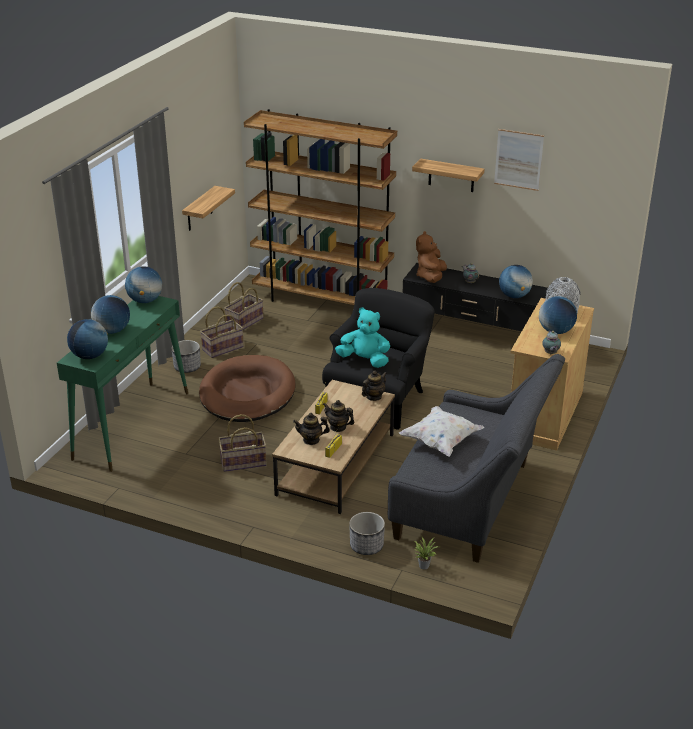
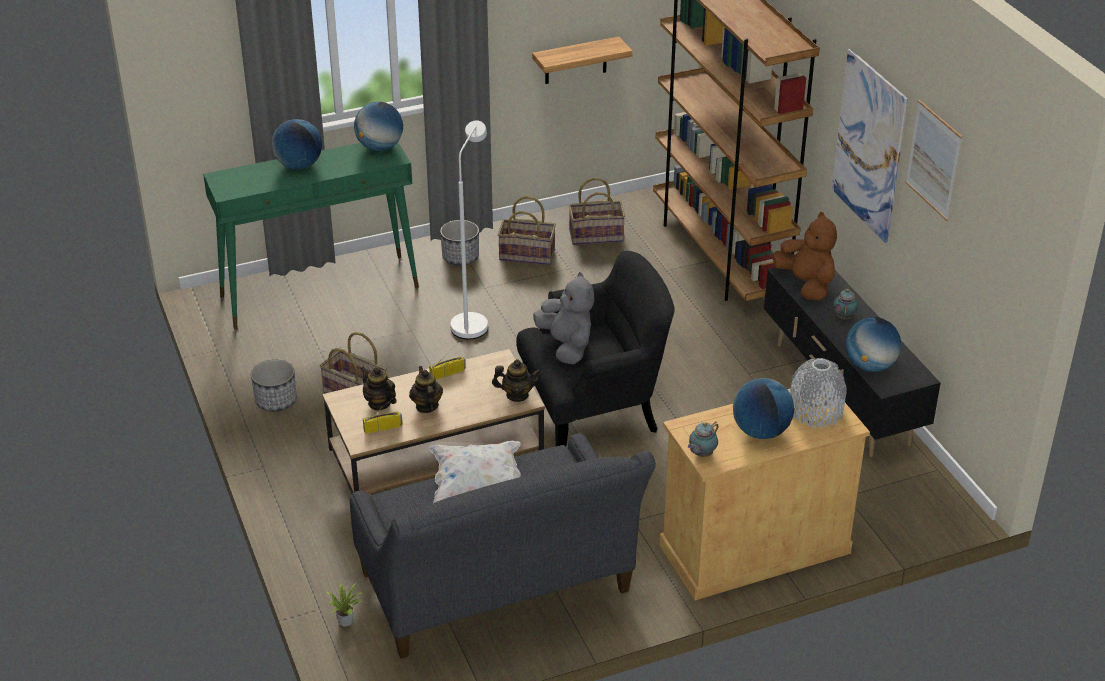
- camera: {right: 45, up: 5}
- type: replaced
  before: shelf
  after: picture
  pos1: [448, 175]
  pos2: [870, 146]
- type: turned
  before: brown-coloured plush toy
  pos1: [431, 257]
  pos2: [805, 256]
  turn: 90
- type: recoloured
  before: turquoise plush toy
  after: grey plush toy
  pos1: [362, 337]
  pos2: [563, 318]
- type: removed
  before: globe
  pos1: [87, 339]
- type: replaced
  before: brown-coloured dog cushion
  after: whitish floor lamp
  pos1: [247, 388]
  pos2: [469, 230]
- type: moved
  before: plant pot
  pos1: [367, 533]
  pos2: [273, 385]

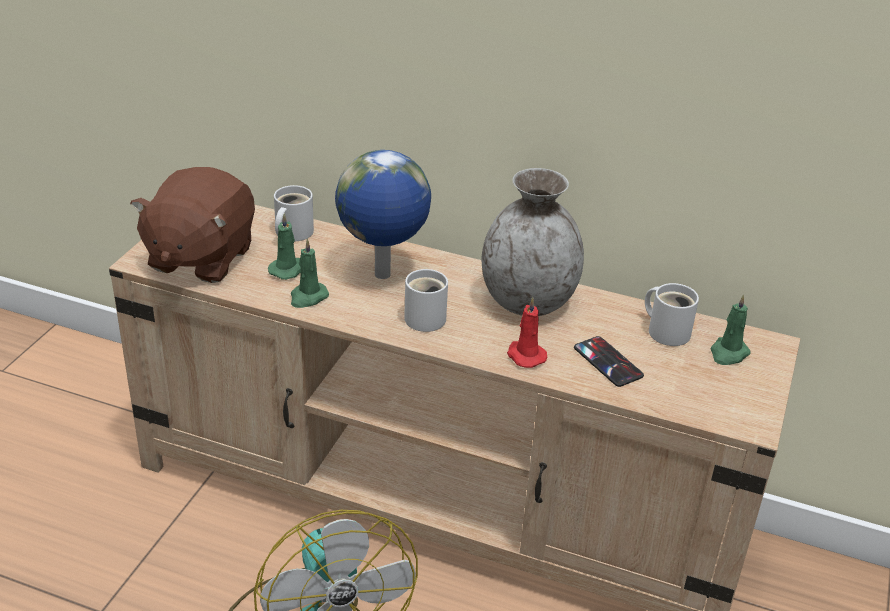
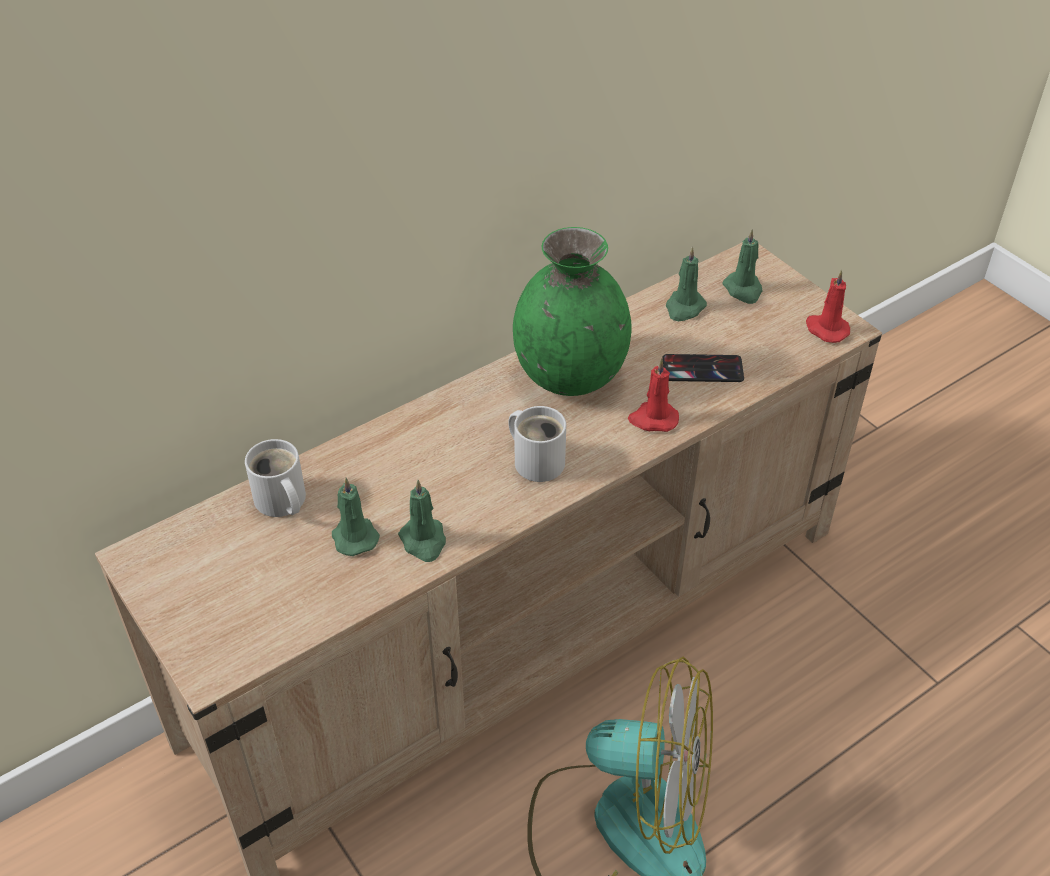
- camera: {right: -55, up: 10}
- type: removed
  before: globe
  pos1: [383, 214]
- type: removed
  before: brown-coloured plush toy
  pos1: [192, 225]
- type: recoloured
  before: grey flower vase
  after: greenish flower vase
  pos1: [533, 242]
  pos2: [572, 311]
- type: replaced
  before: whitish coffee mug
  after: greenish candle
  pos1: [672, 314]
  pos2: [686, 284]
- type: added
  after: red-coloured candle
  pos2: [828, 306]

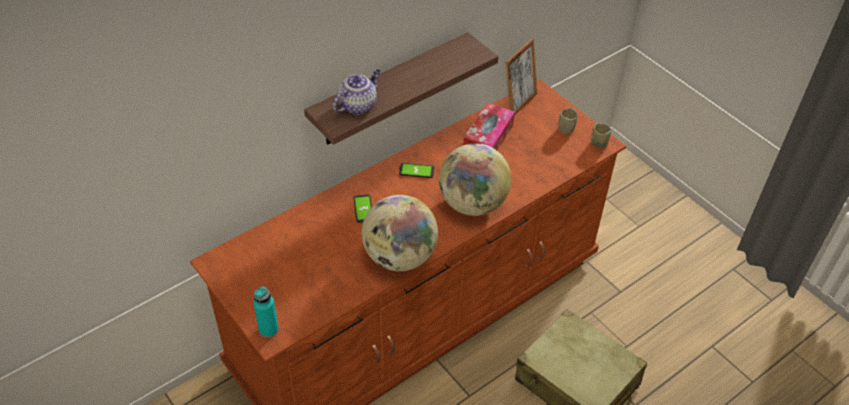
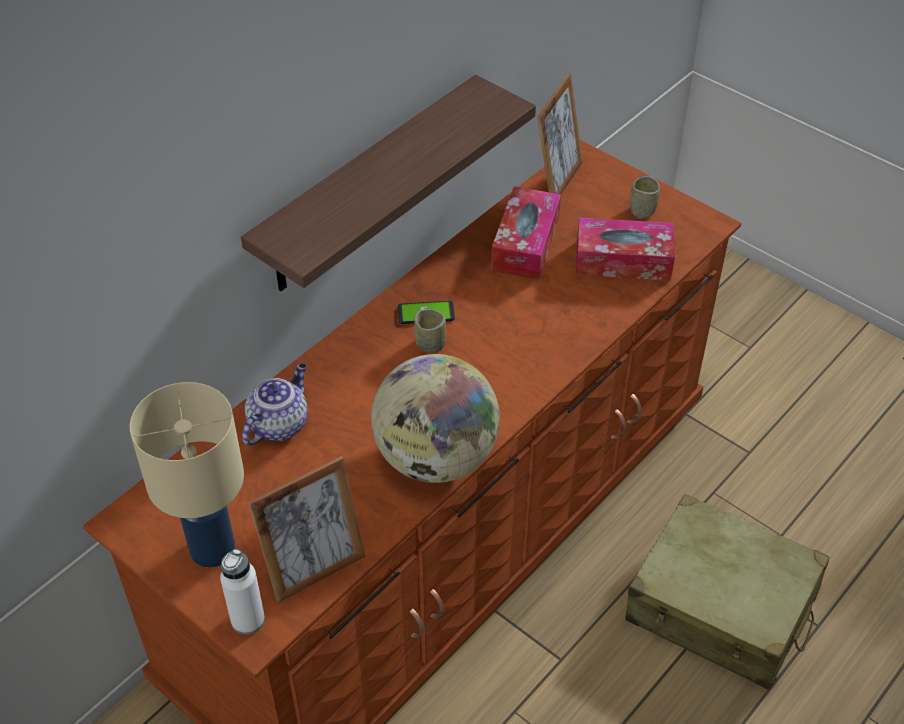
- camera: {right: -10, up: 0}
- type: moved
  before: tea pot
  pos1: [356, 92]
  pos2: [274, 404]
- type: moved
  before: drinking cup
  pos1: [601, 136]
  pos2: [430, 331]
- type: removed
  before: globe
  pos1: [475, 179]
- type: removed
  before: phone
  pos1: [362, 209]
- type: recoloured
  before: turquoise drink bottle
  after: whitish drink bottle
  pos1: [266, 312]
  pos2: [242, 592]
- type: added
  after: box of tissues
  pos2: [625, 249]
- type: added
  after: beige table lamp
  pos2: [187, 475]
- type: added
  after: picture frame
  pos2: [306, 529]

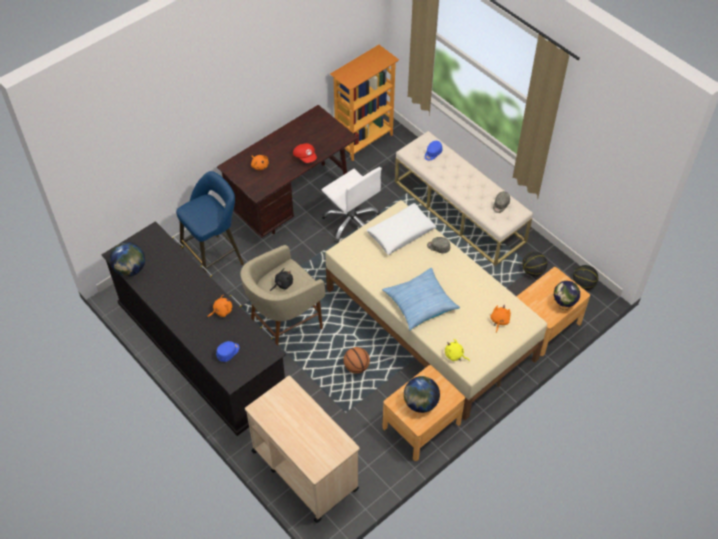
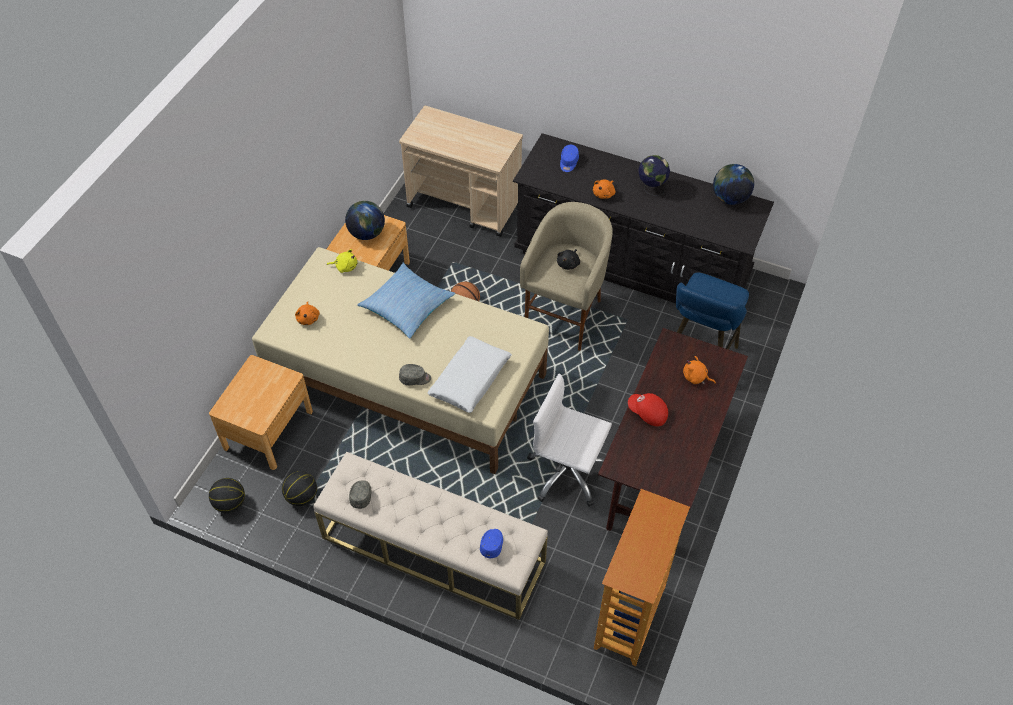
- camera: {right: 155, up: 0}
- type: moved
  before: globe
  pos1: [567, 295]
  pos2: [654, 175]

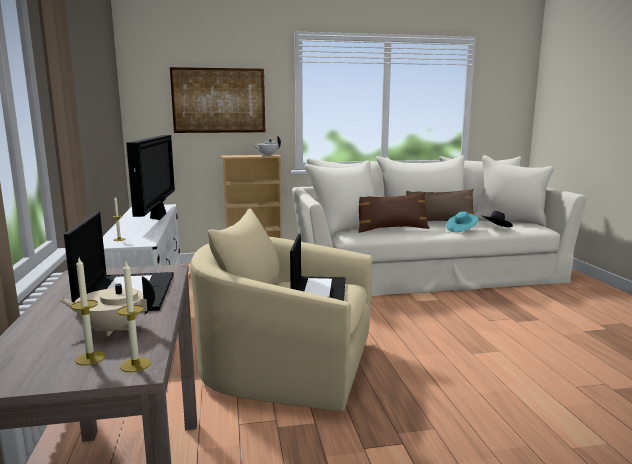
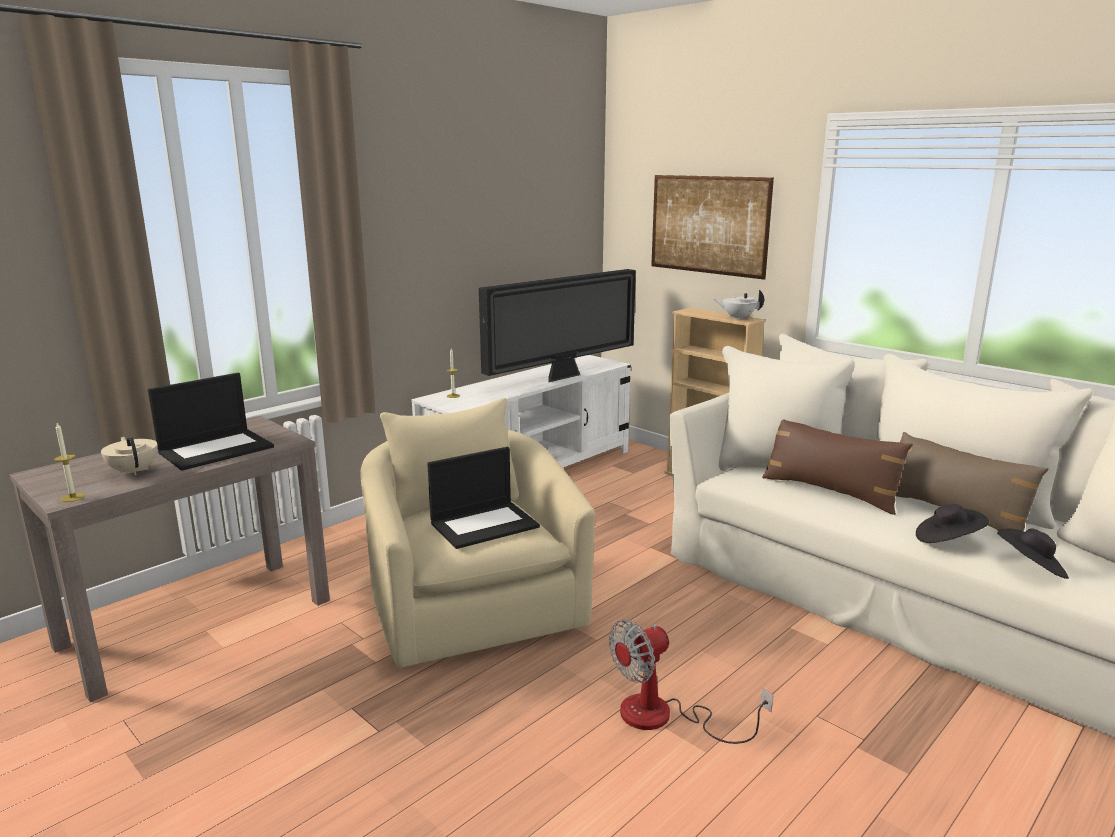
- camera: {right: 55, up: 5}
- type: recoloured
  before: turquoise hat
  after: black-coloured hat
  pos1: [462, 221]
  pos2: [952, 523]
- type: removed
  before: candle
  pos1: [88, 311]
- type: added
  after: fan
  pos2: [691, 681]

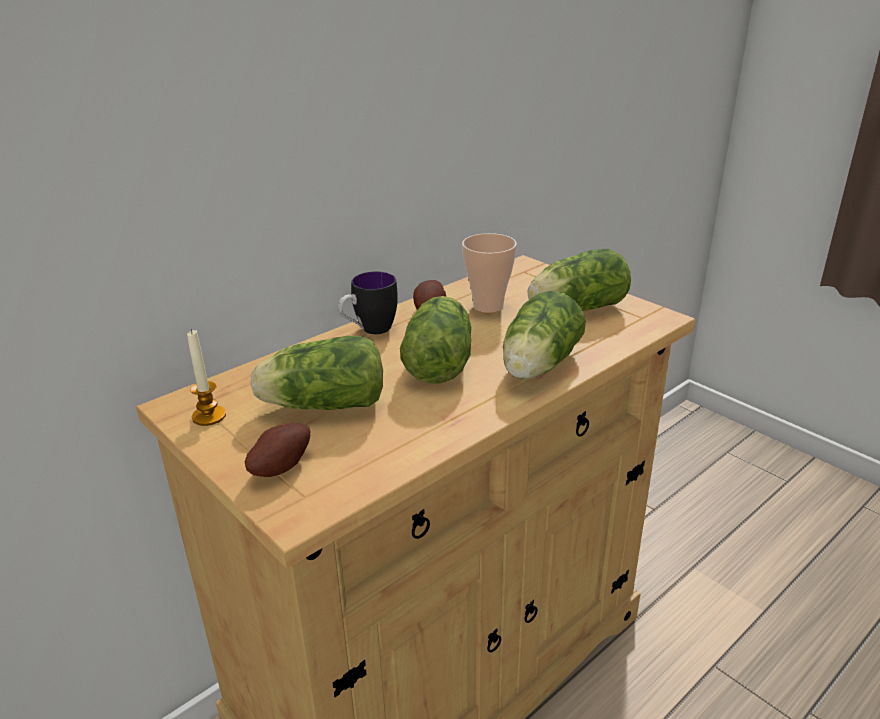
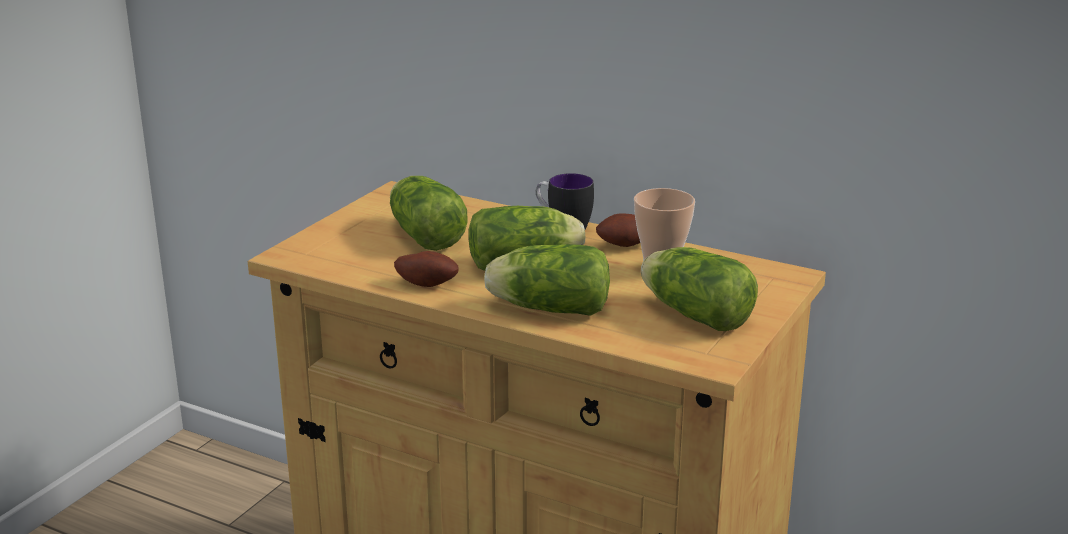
- camera: {right: 70, up: -5}
- type: removed
  before: candle
  pos1: [206, 377]
- type: moved
  before: whole potato
  pos1: [277, 450]
  pos2: [426, 269]

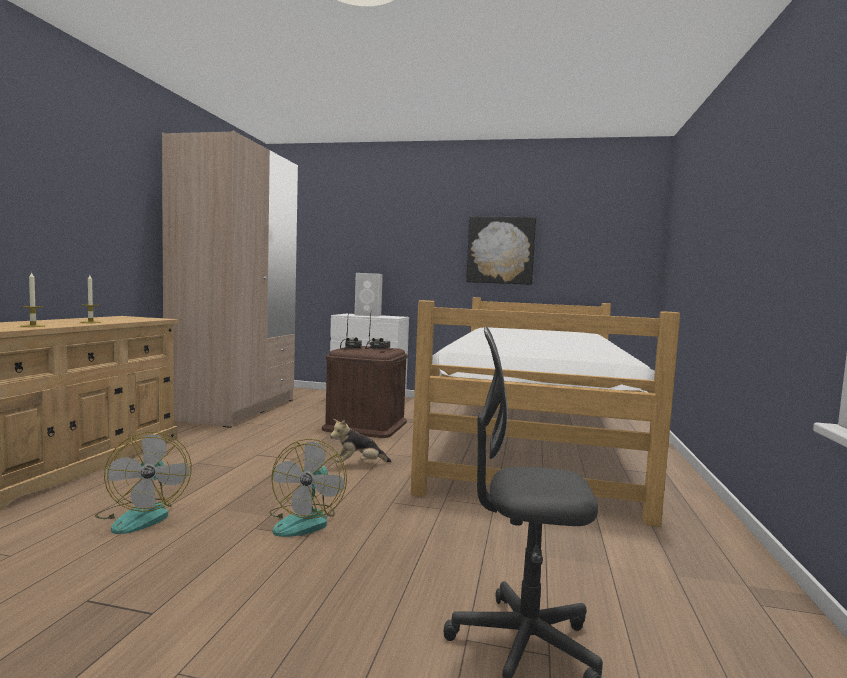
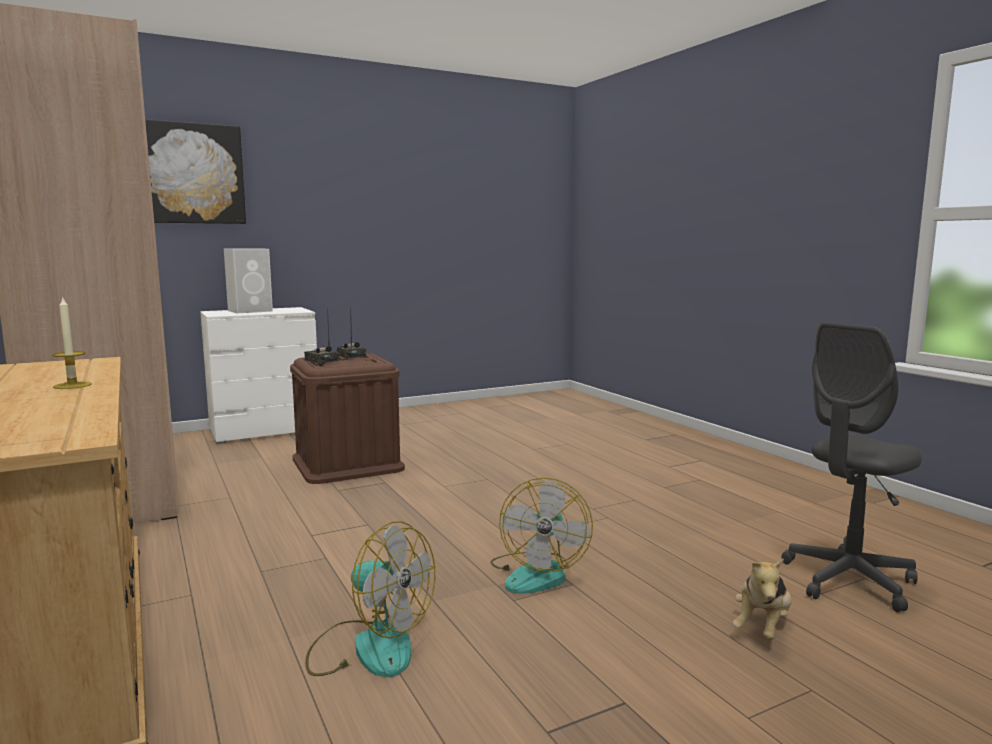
- camera: {right: -40, up: 5}
- type: moved
  before: picture
  pos1: [501, 250]
  pos2: [195, 171]
- type: removed
  before: candle
  pos1: [33, 299]
- type: removed
  before: bed
  pos1: [545, 412]
- type: moved
  before: plush toy
  pos1: [360, 441]
  pos2: [762, 599]
- type: turned
  before: fan
  pos1: [308, 488]
  pos2: [541, 535]
  turn: 45

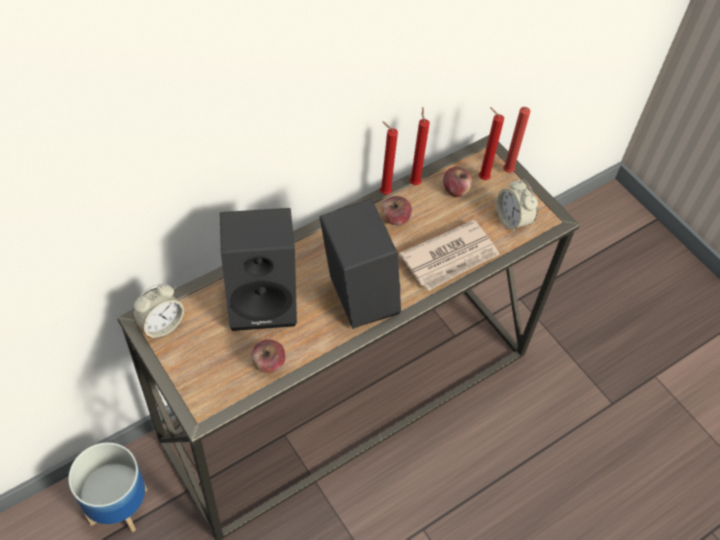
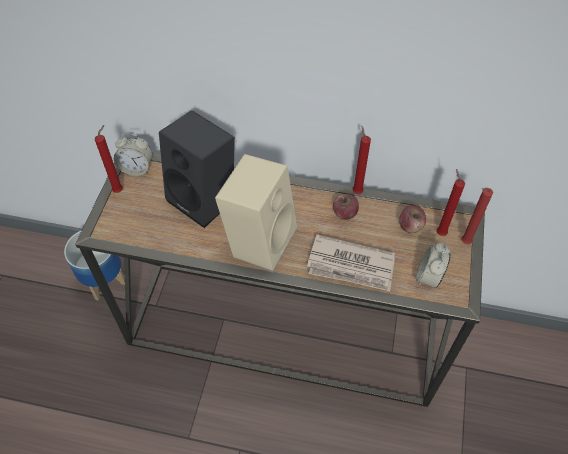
- camera: {right: 50, up: 0}
- type: moved
  before: red-coloured candle
  pos1: [419, 146]
  pos2: [109, 159]
- type: recoloured
  before: black-coloured audio speaker
  after: beige audio speaker
  pos1: [360, 263]
  pos2: [256, 213]
- type: removed
  before: apple fruit
  pos1: [268, 356]

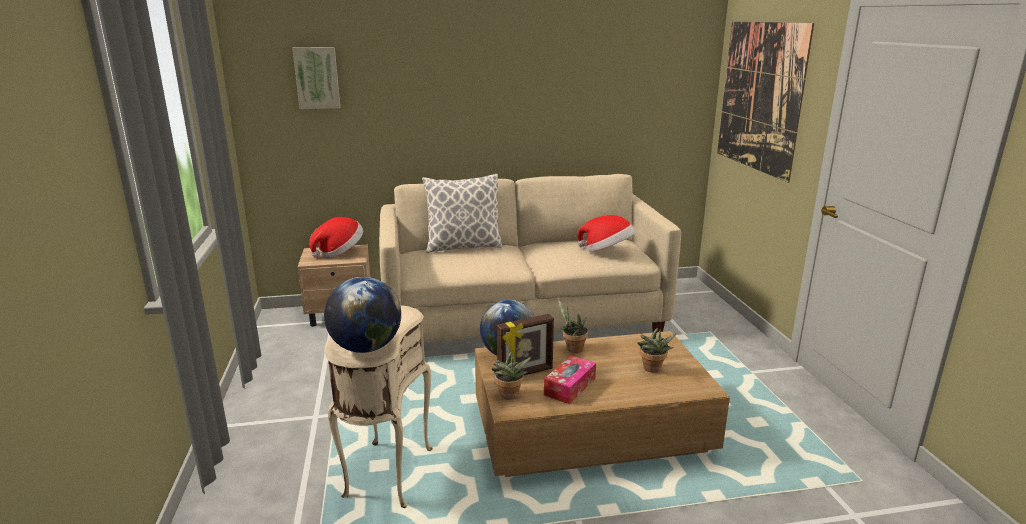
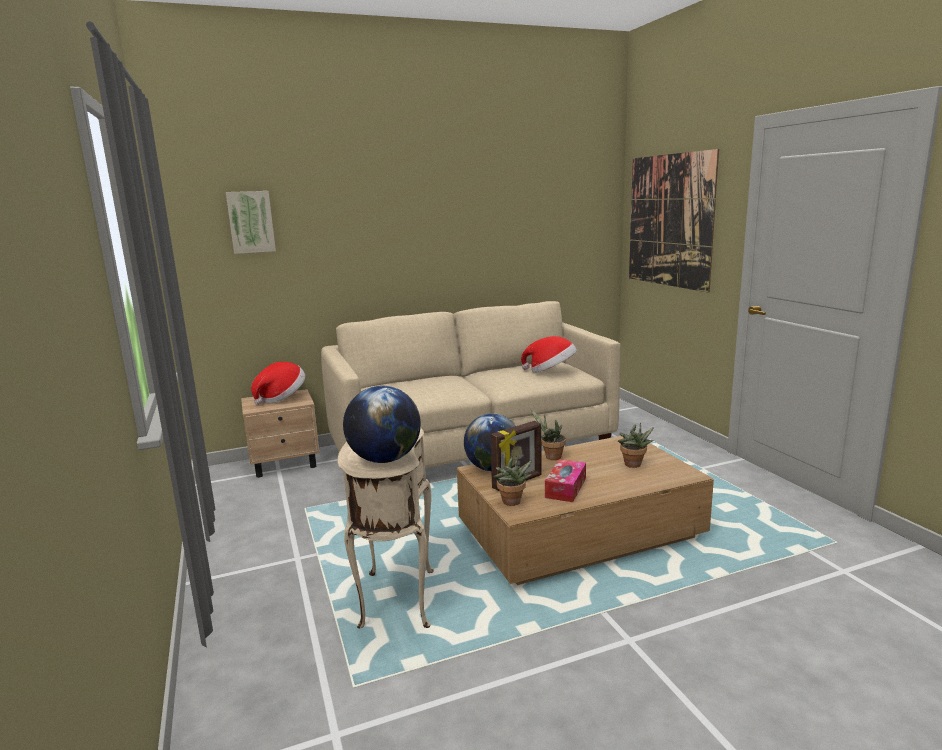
- camera: {right: -10, up: -5}
- type: removed
  before: pillow
  pos1: [462, 213]

